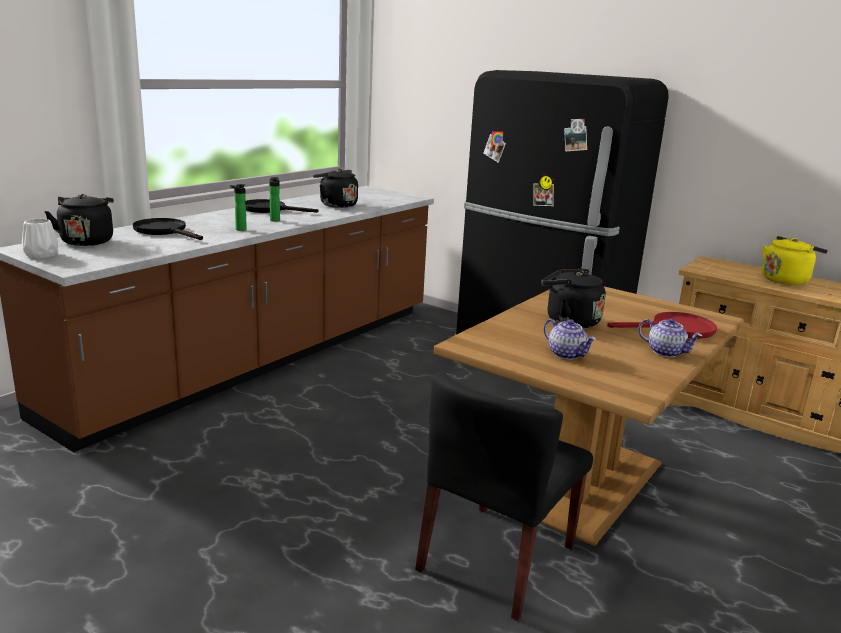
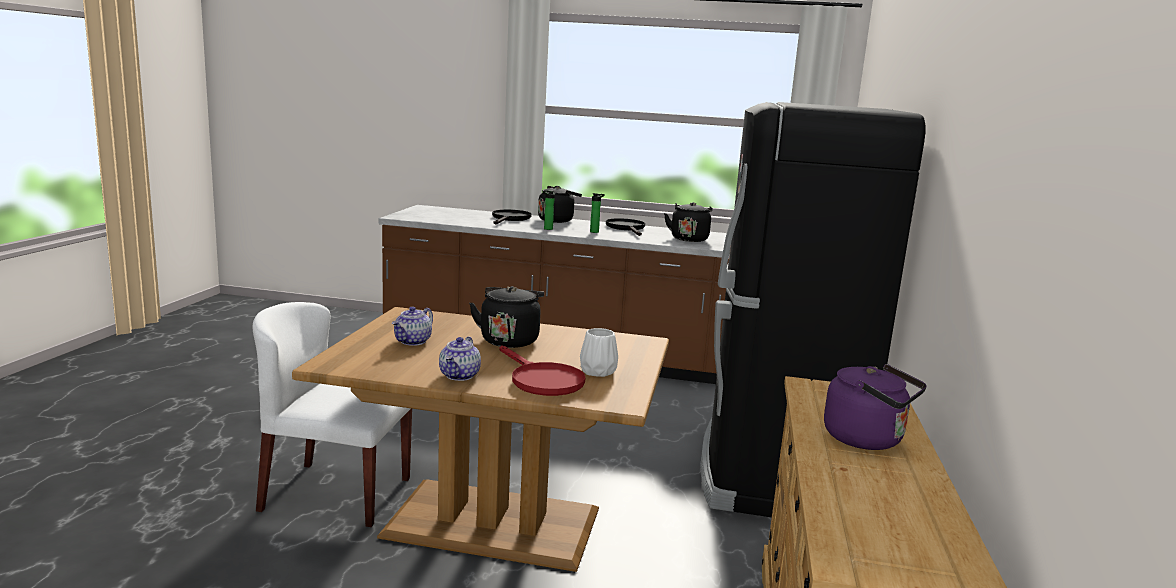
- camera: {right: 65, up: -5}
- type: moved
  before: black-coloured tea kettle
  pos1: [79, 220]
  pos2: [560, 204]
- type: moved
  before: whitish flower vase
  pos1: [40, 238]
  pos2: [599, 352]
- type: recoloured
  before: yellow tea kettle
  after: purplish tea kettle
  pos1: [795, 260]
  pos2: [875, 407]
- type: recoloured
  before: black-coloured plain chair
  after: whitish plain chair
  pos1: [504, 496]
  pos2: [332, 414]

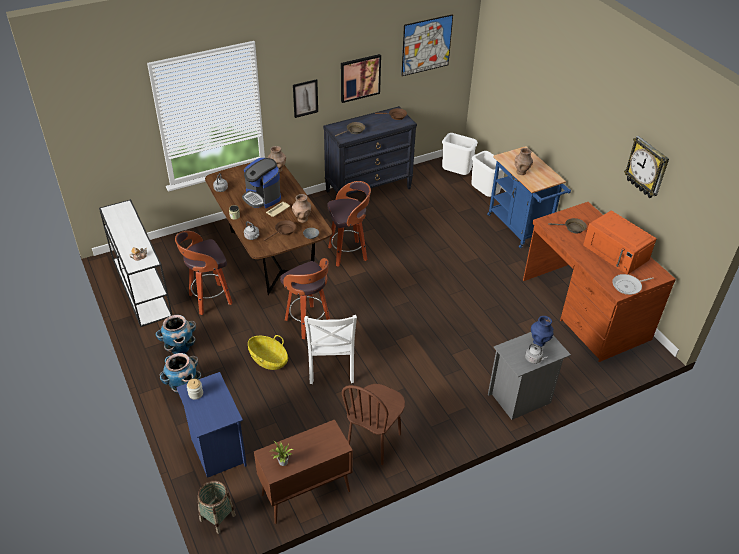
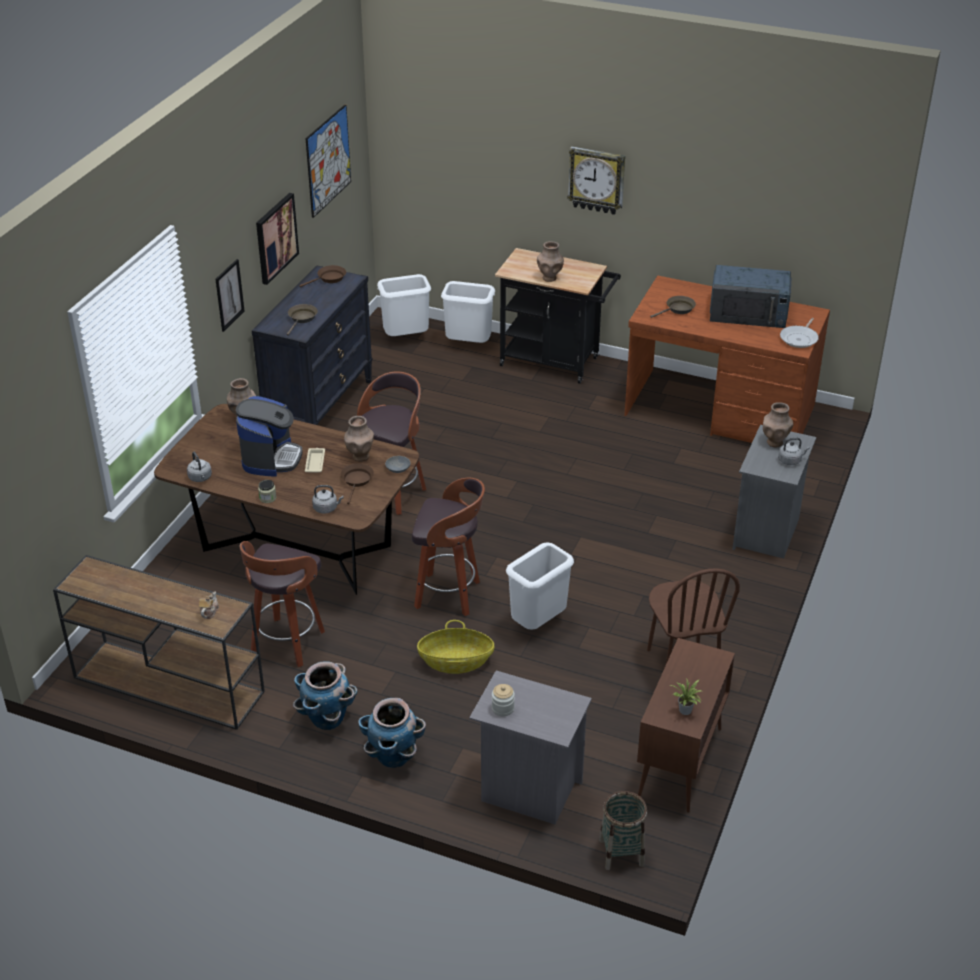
- camera: {right: -40, up: -5}
- type: moved
  before: wall clock
  pos1: [646, 167]
  pos2: [596, 180]
- type: recoloured
  before: blue-coloured cart
  after: black-coloured cart
  pos1: [529, 197]
  pos2: [558, 316]
- type: turned
  before: coffee brewer
  pos1: [261, 183]
  pos2: [269, 436]
  turn: -90
- type: recoloured
  before: whitish narrow table
  after: brown-coloured narrow table
  pos1: [135, 263]
  pos2: [159, 642]
- type: recoloured
  before: orangey microwave oven
  after: blue-coloured microwave oven
  pos1: [620, 242]
  pos2: [750, 296]
- type: replaced
  before: whitish plain chair
  after: whitish trash can
  pos1: [330, 349]
  pos2: [540, 586]
- type: recoloured
  before: blue-coloured flower vase
  after: brown-coloured flower vase
  pos1: [542, 331]
  pos2: [778, 425]
- type: recoloured
  before: blue-coloured bedside table
  after: grey bedside table
  pos1: [211, 425]
  pos2: [530, 747]

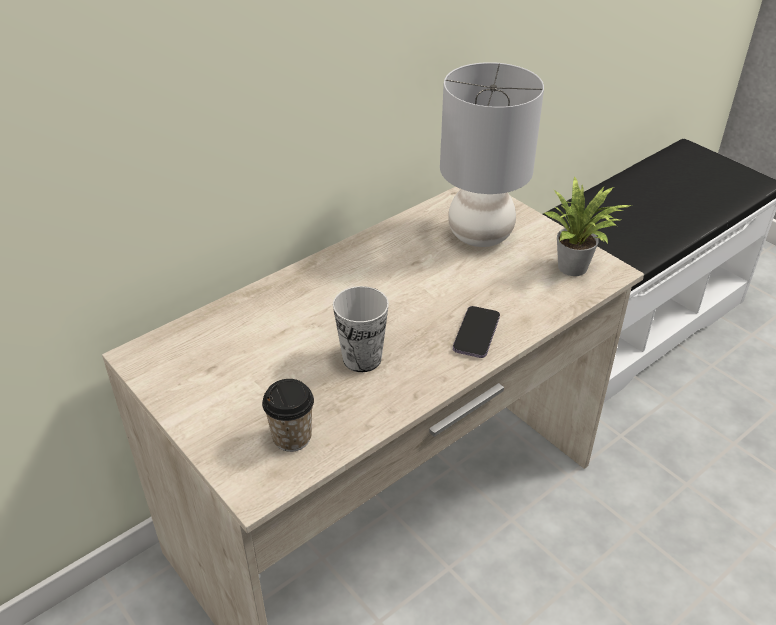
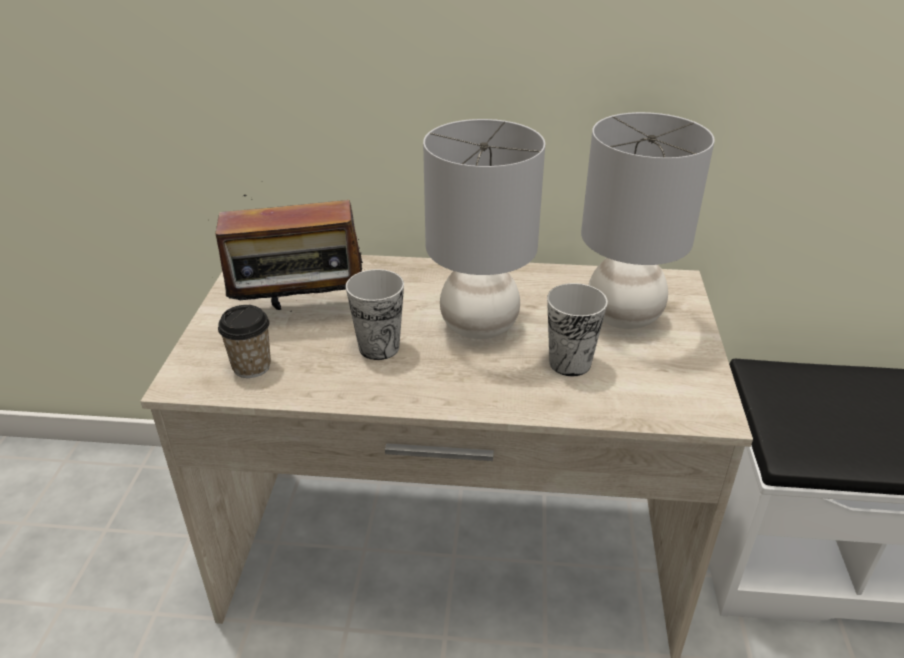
- camera: {right: 45, up: -5}
- type: removed
  before: houseplant
  pos1: [587, 226]
- type: removed
  before: phone
  pos1: [476, 332]
- type: added
  after: grey table lamp
  pos2: [484, 229]
- type: added
  after: radio receiver
  pos2: [289, 253]
- type: added
  after: drinking cup
  pos2: [577, 329]

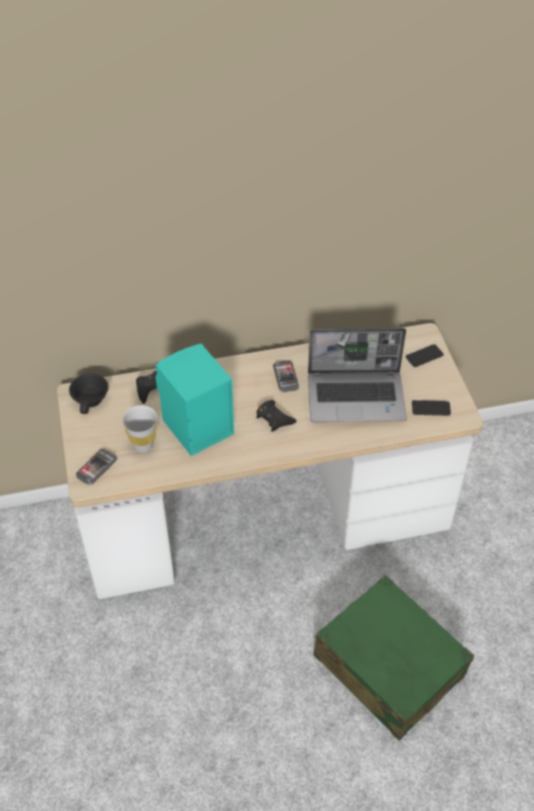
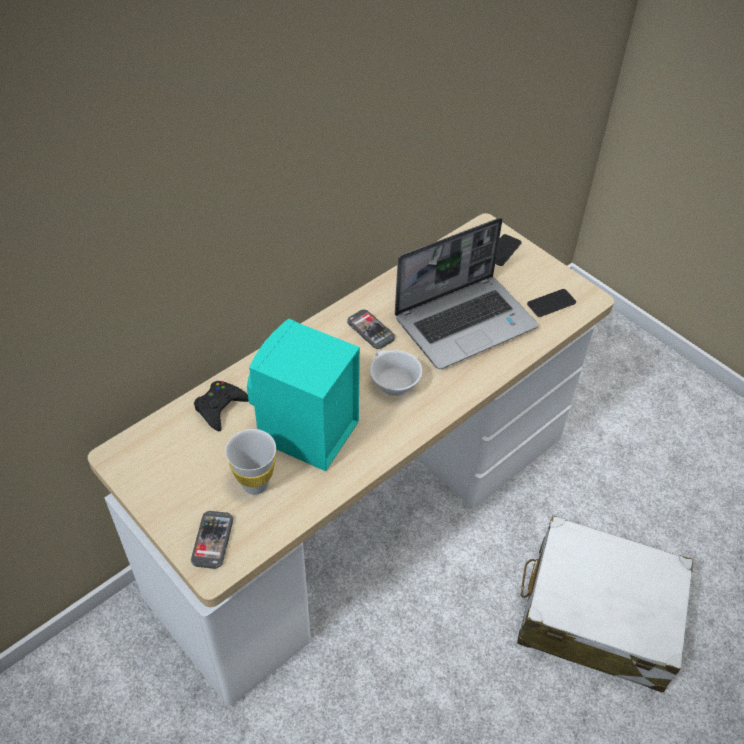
- camera: {right: -30, up: 0}
- type: removed
  before: black-coloured drinking cup
  pos1: [88, 394]
- type: replaced
  before: black-coloured game controller
  after: whitish drinking cup
  pos1: [276, 416]
  pos2: [396, 373]
- type: recoloured
  before: greenish travel case
  after: whitish travel case
  pos1: [393, 658]
  pos2: [605, 604]

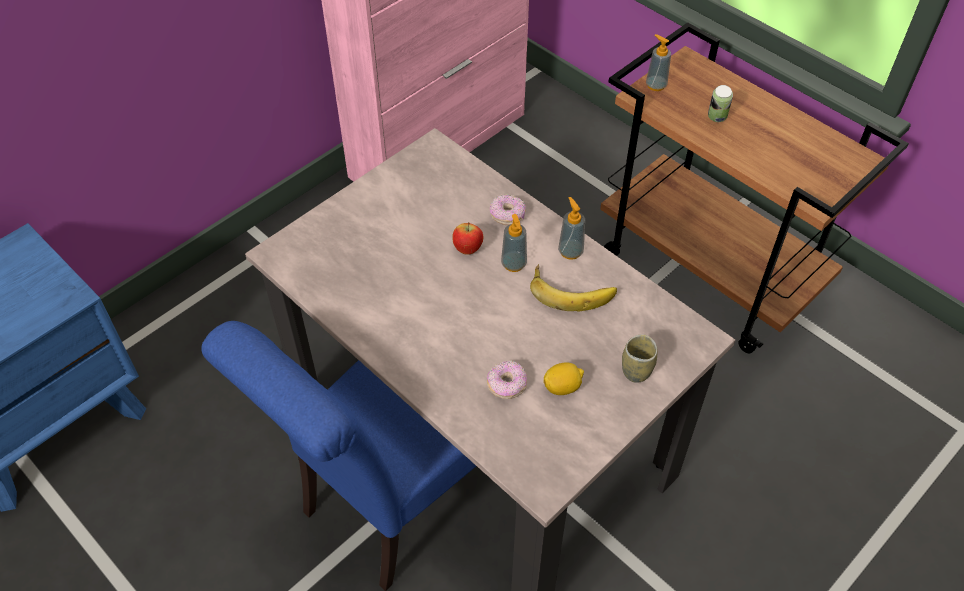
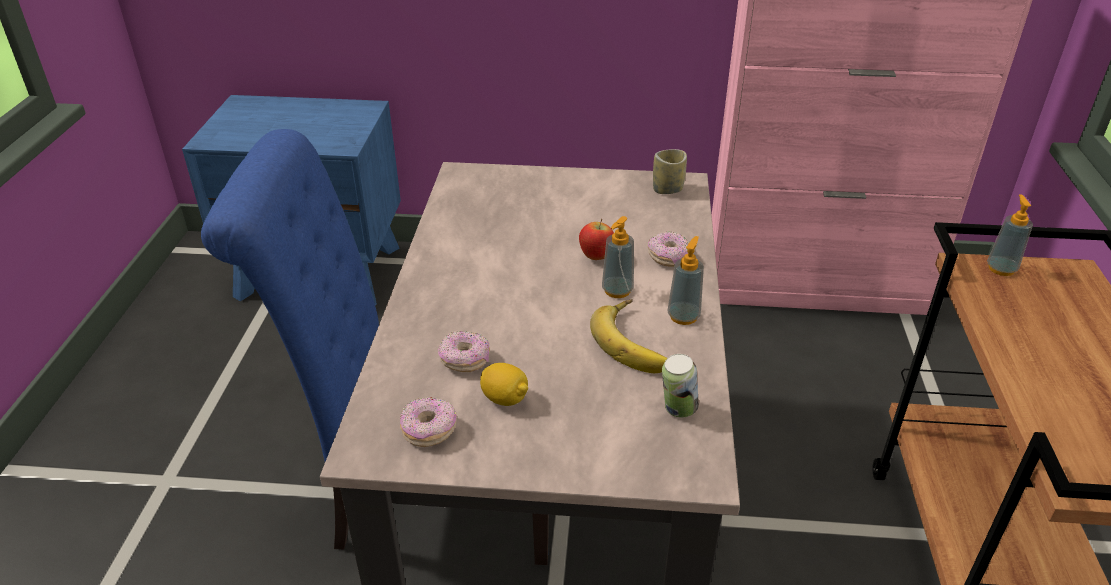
- camera: {right: 50, up: -15}
- type: moved
  before: sealed can
  pos1: [720, 103]
  pos2: [680, 386]
- type: moved
  before: drinking cup
  pos1: [640, 358]
  pos2: [670, 171]
- type: added
  after: ring doughnut
  pos2: [428, 422]

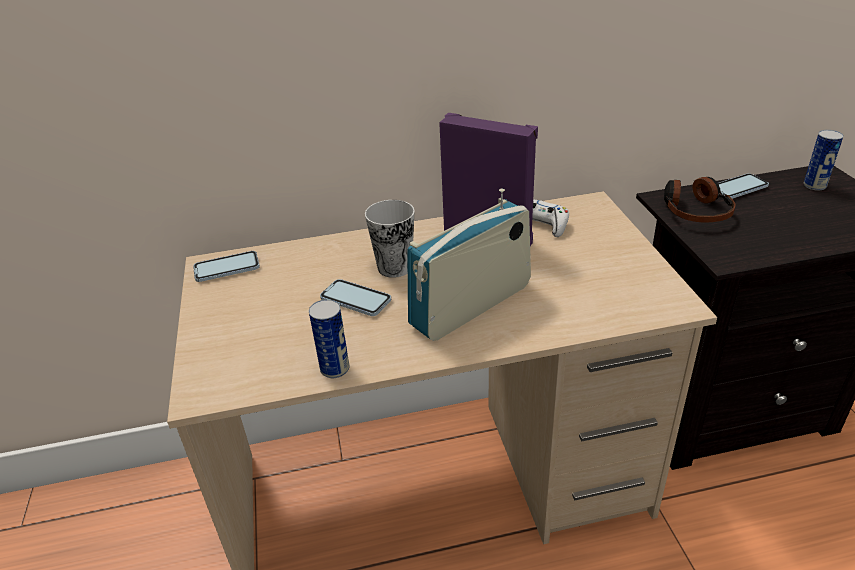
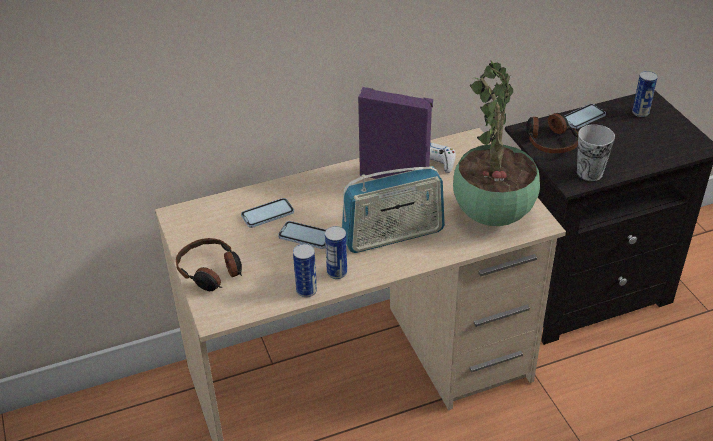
- camera: {right: -10, up: 5}
- type: turned
  before: radio receiver
  pos1: [469, 264]
  pos2: [393, 209]
  turn: -150
- type: moved
  before: drinking cup
  pos1: [390, 239]
  pos2: [596, 152]
- type: moved
  before: phone
  pos1: [226, 266]
  pos2: [267, 213]
- type: added
  after: houseplant
  pos2: [496, 143]
- type: added
  after: sealed can
  pos2: [336, 252]
- type: added
  after: headphones
  pos2: [209, 264]

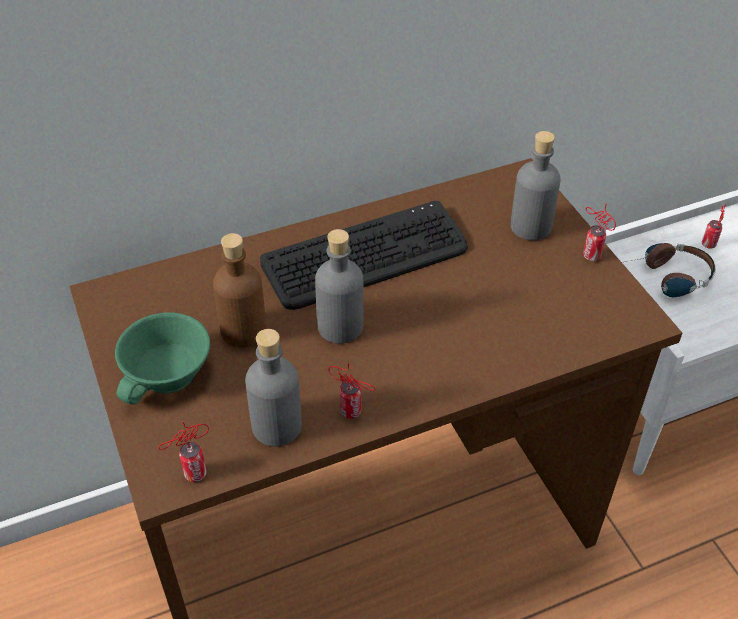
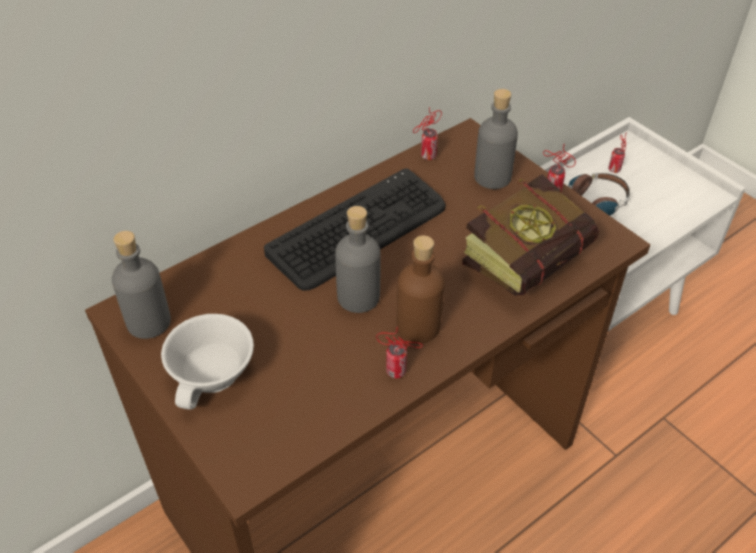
- camera: {right: -15, up: 0}
- type: moved
  before: brown-coloured drink bottle
  pos1: [239, 290]
  pos2: [420, 289]
- type: recoloured
  before: greenish drinking cup
  after: whitish drinking cup
  pos1: [162, 358]
  pos2: [207, 362]
- type: moved
  before: grey drink bottle
  pos1: [273, 387]
  pos2: [141, 285]
- type: moved
  before: sealed can
  pos1: [183, 451]
  pos2: [427, 133]
- type: added
  after: bound book
  pos2: [531, 235]

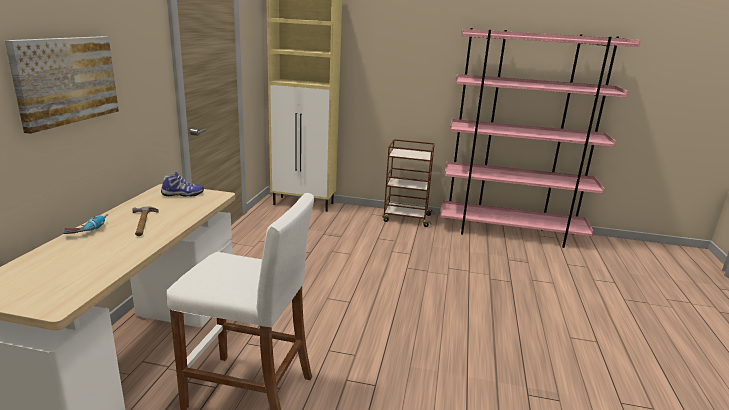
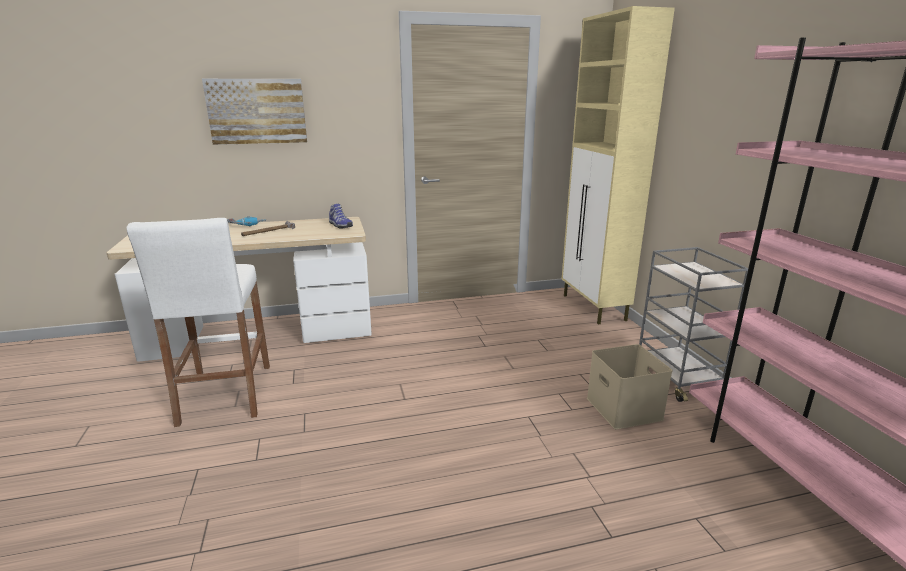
- camera: {right: 65, up: 0}
- type: recoloured
  before: brown-coloured cart
  after: grey cart
  pos1: [408, 183]
  pos2: [693, 324]
- type: added
  after: beige storage bin
  pos2: [630, 386]

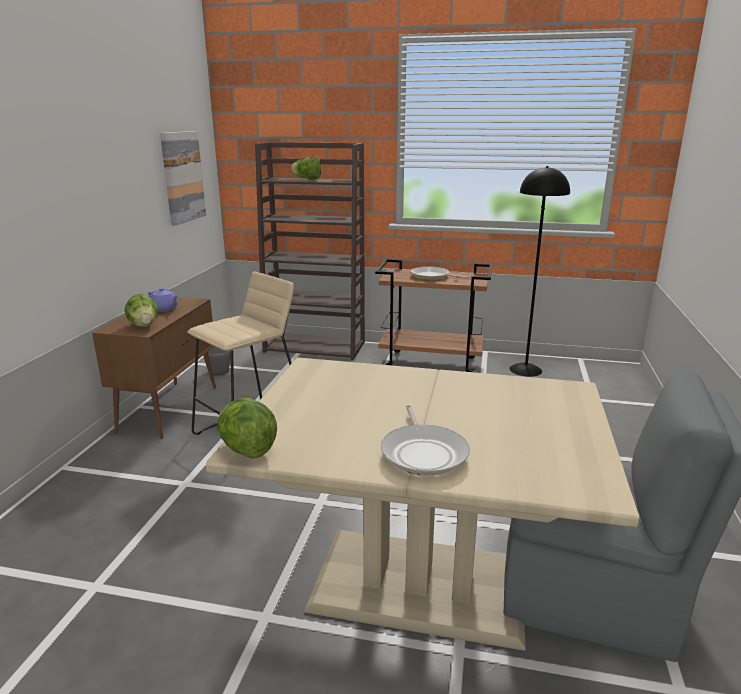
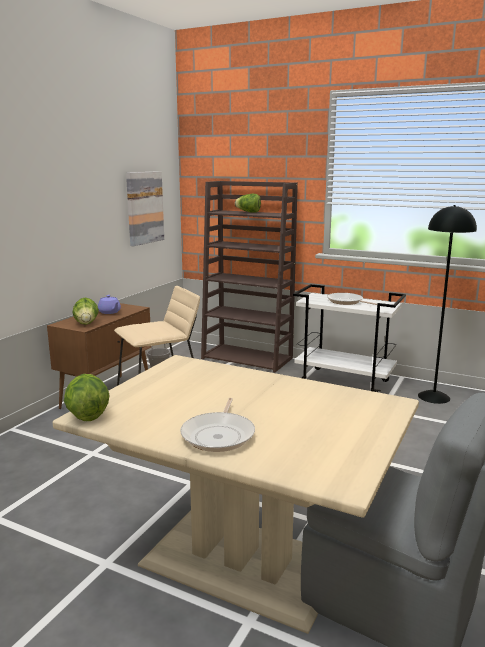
- camera: {right: 15, up: -5}
- type: recoloured
  before: brown-coloured cart
  after: whitish cart
  pos1: [433, 315]
  pos2: [349, 338]

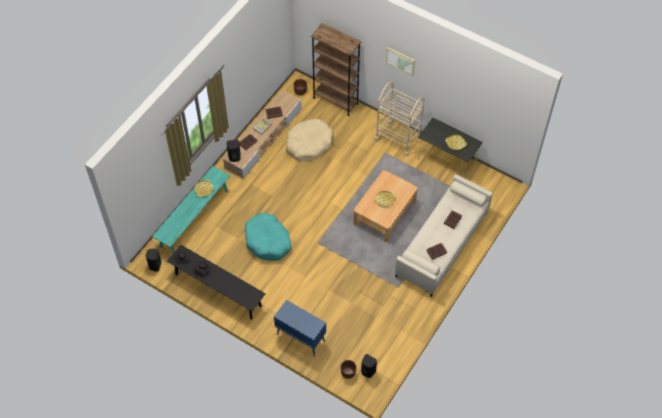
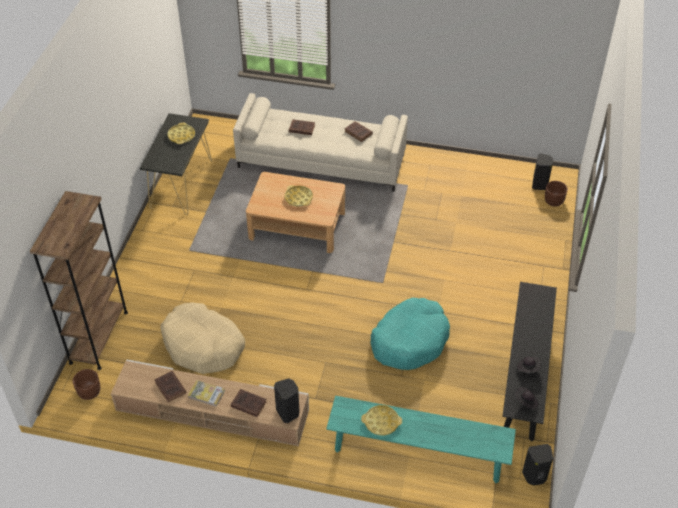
- camera: {right: -110, up: -10}
- type: removed
  before: picture
  pos1: [400, 61]
- type: removed
  before: beige cart
  pos1: [399, 119]
- type: removed
  before: blue-coloured storage cabinet
  pos1: [300, 328]

